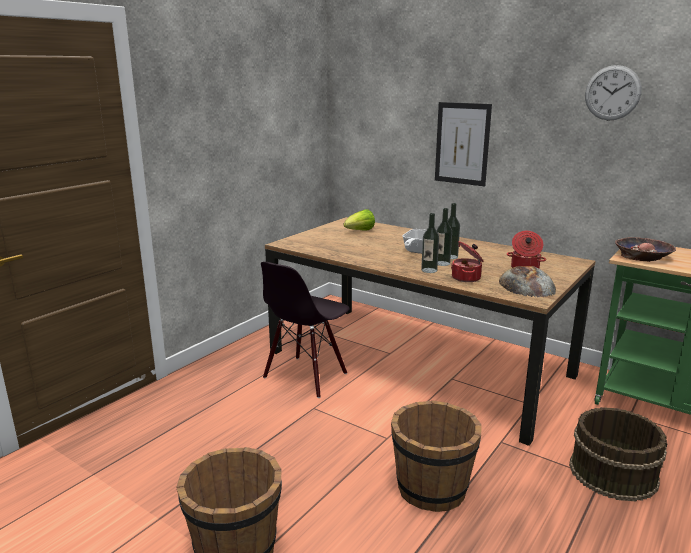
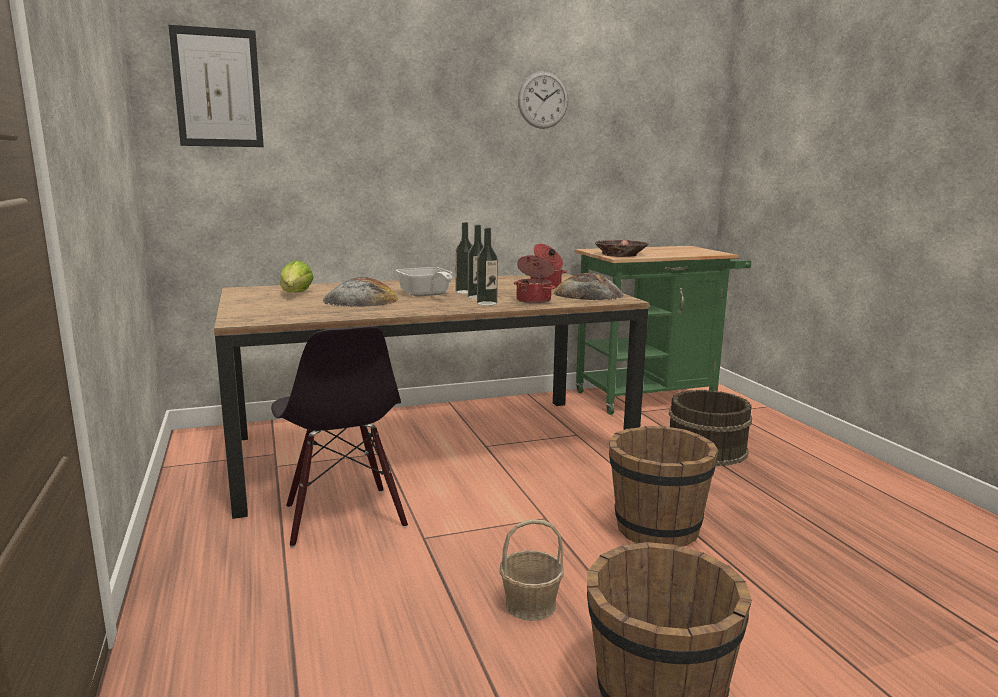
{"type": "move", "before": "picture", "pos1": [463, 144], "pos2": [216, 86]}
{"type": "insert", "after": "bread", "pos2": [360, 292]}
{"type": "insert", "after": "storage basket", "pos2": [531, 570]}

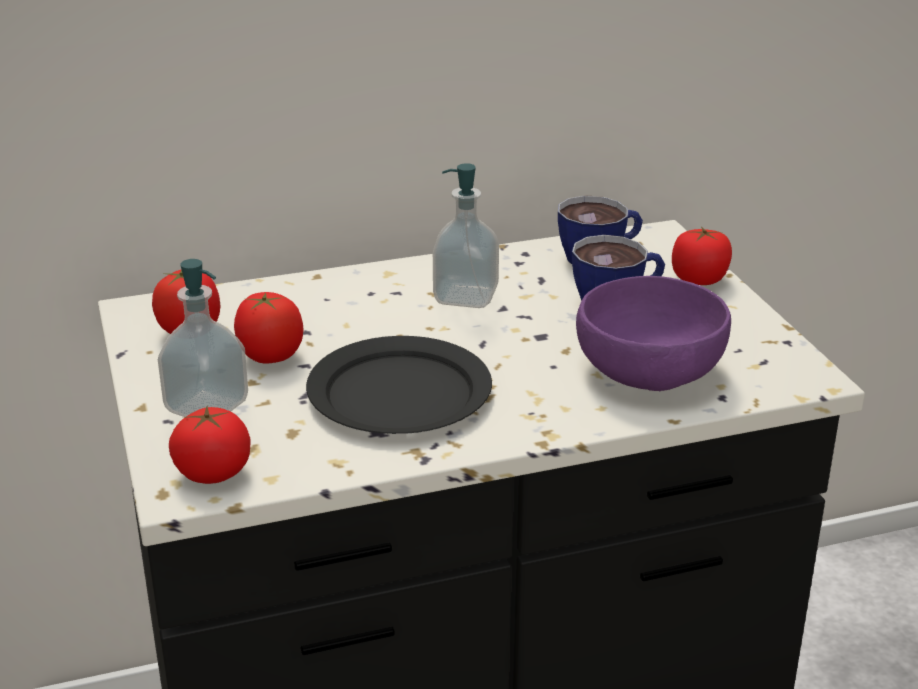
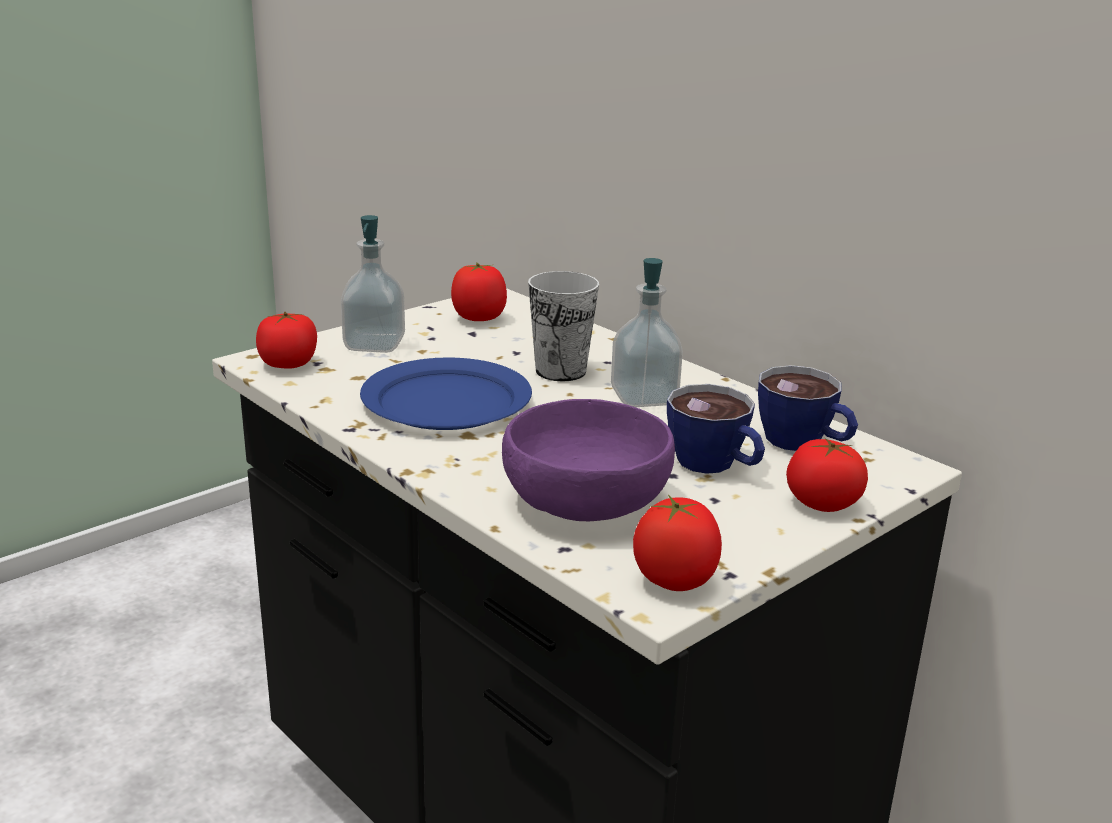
{"type": "move", "before": "whole tomato", "pos1": [269, 328], "pos2": [677, 543]}
{"type": "recolor", "before": "flat dish (blackish)", "after": "flat dish (blue)", "pos1": [399, 385], "pos2": [446, 393]}
{"type": "insert", "after": "drinking cup", "pos2": [563, 326]}

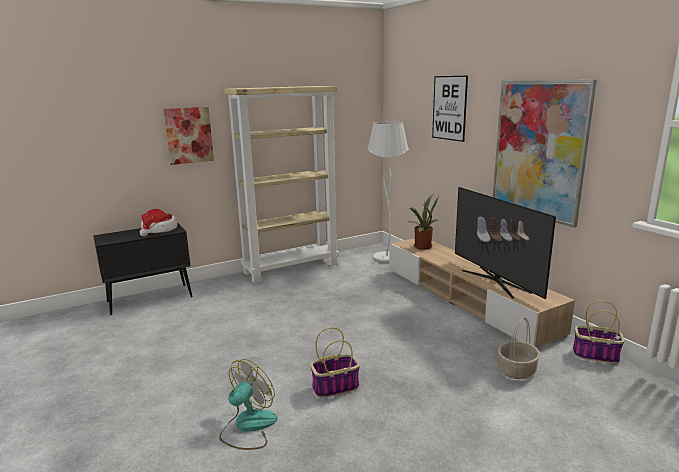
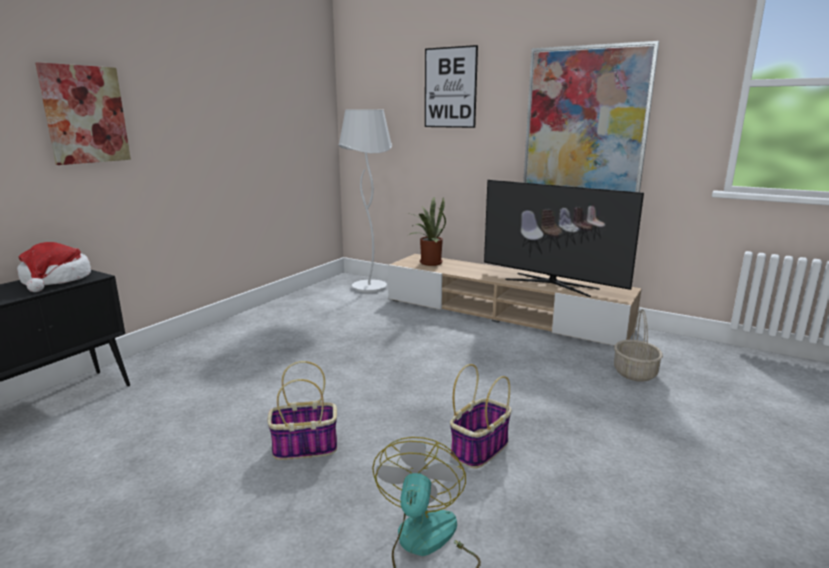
{"type": "delete", "before": "bookshelf (beige)", "pos1": [281, 184]}
{"type": "move", "before": "storage basket", "pos1": [598, 332], "pos2": [302, 410]}

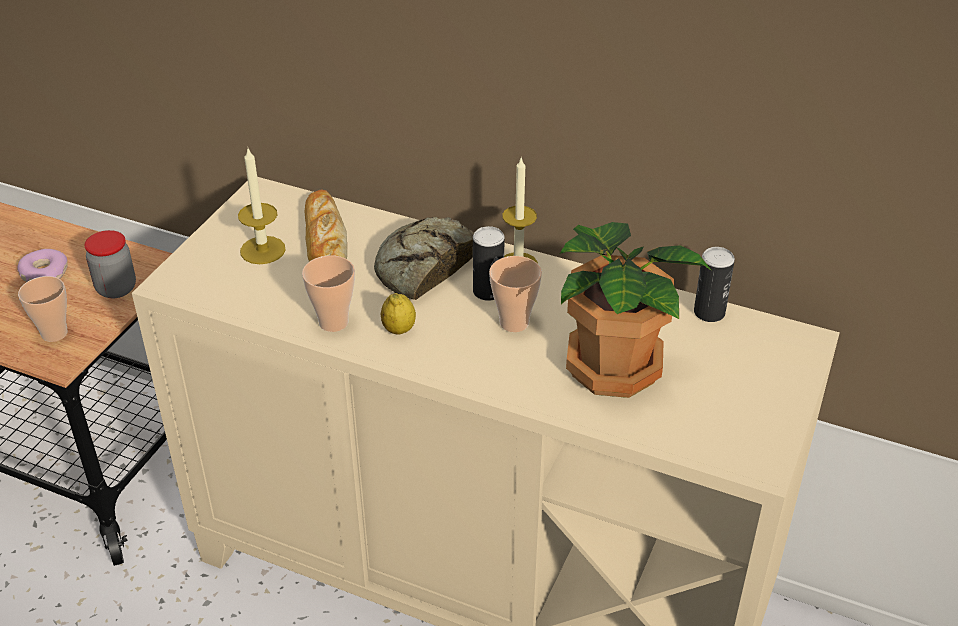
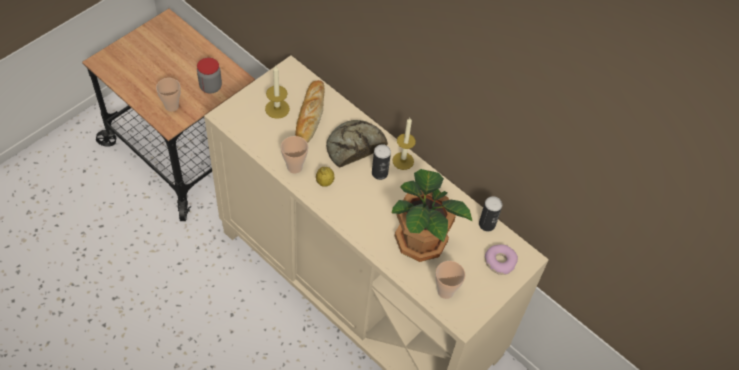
{"type": "move", "before": "doughnut", "pos1": [43, 265], "pos2": [501, 259]}
{"type": "move", "before": "drinking cup", "pos1": [515, 294], "pos2": [450, 280]}

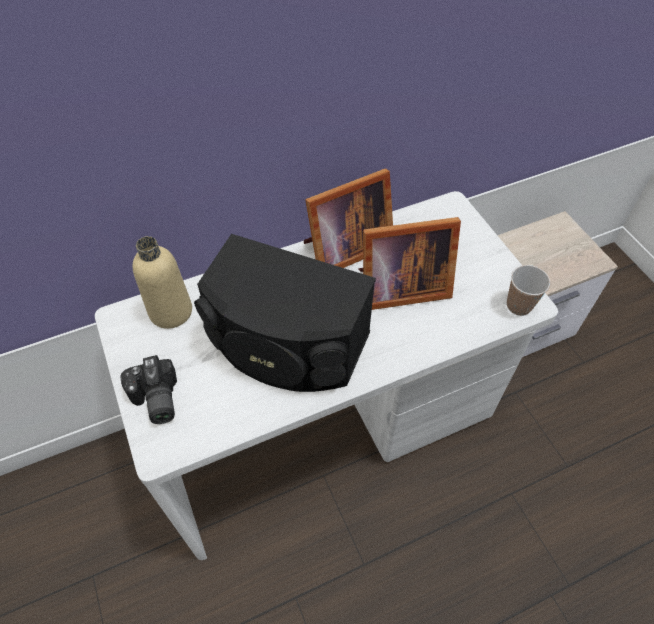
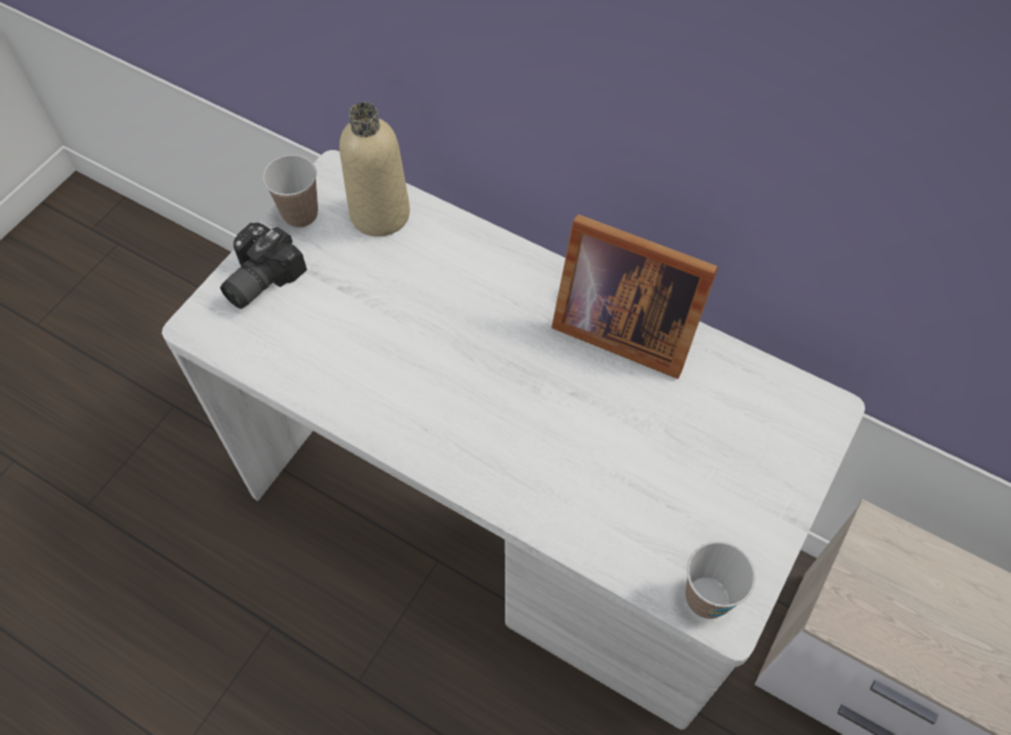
{"type": "delete", "before": "picture frame", "pos1": [409, 263]}
{"type": "delete", "before": "audio speaker (blackish)", "pos1": [285, 313]}
{"type": "insert", "after": "drinking cup", "pos2": [290, 191]}

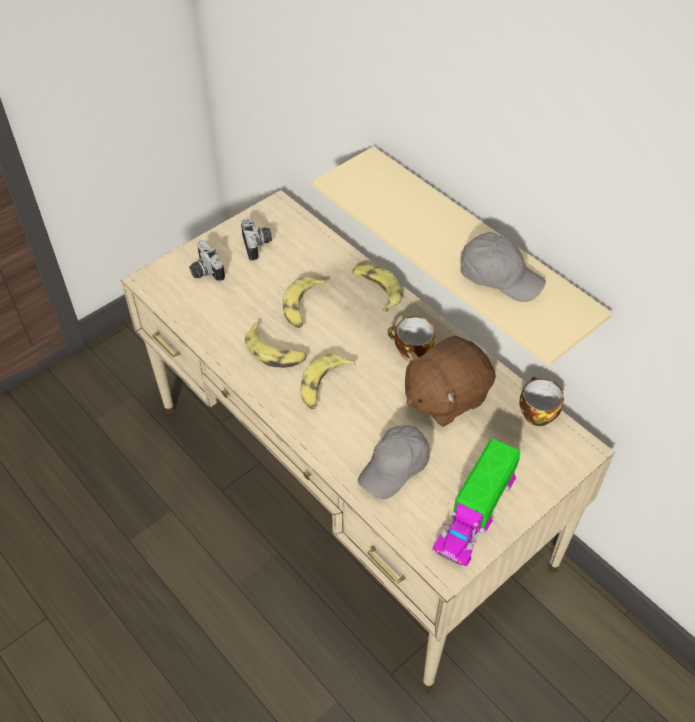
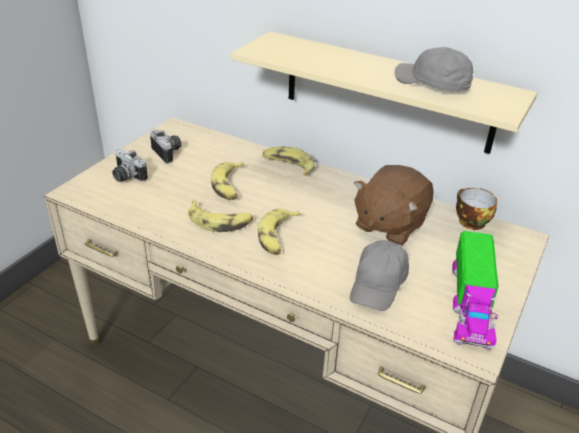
{"type": "rotate", "before": "cap (gray)", "pos1": [503, 267], "pos2": [434, 69], "turn": -150}
{"type": "delete", "before": "drinking cup", "pos1": [411, 338]}

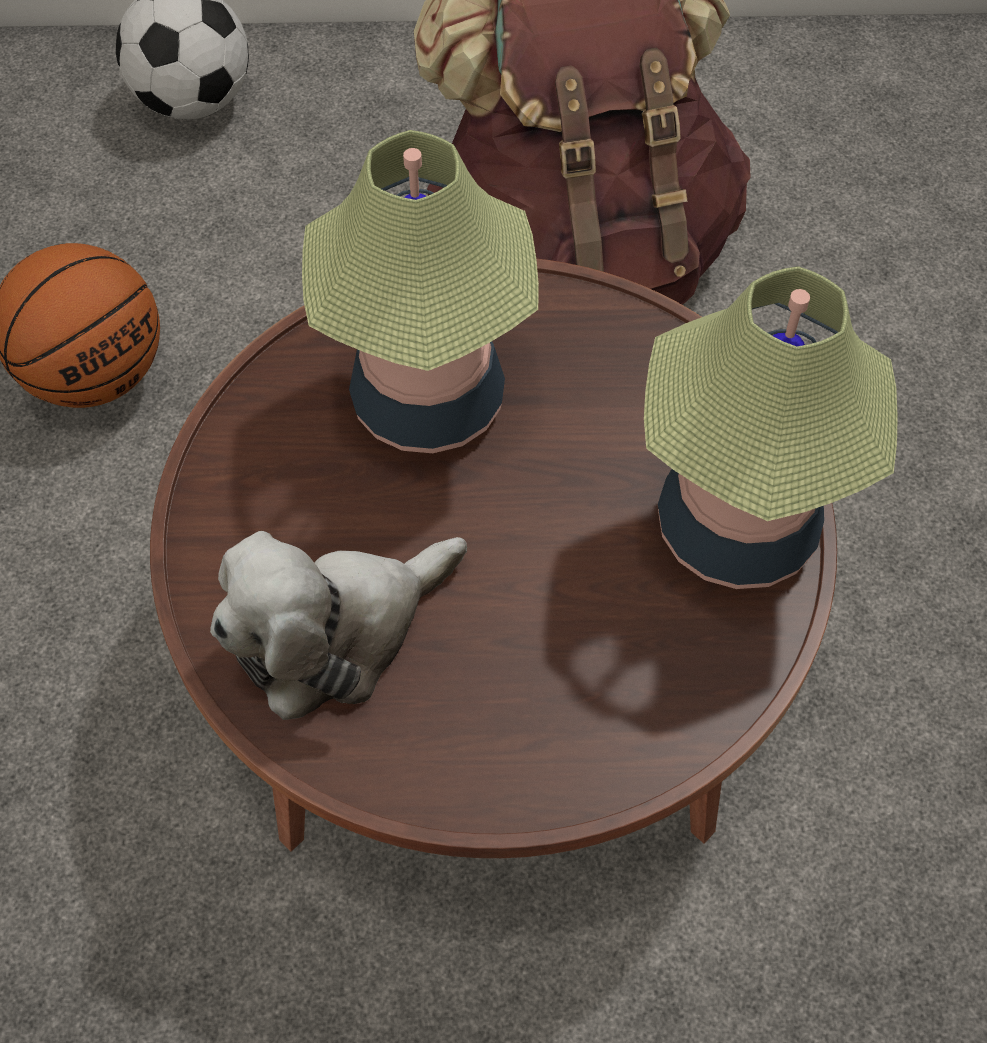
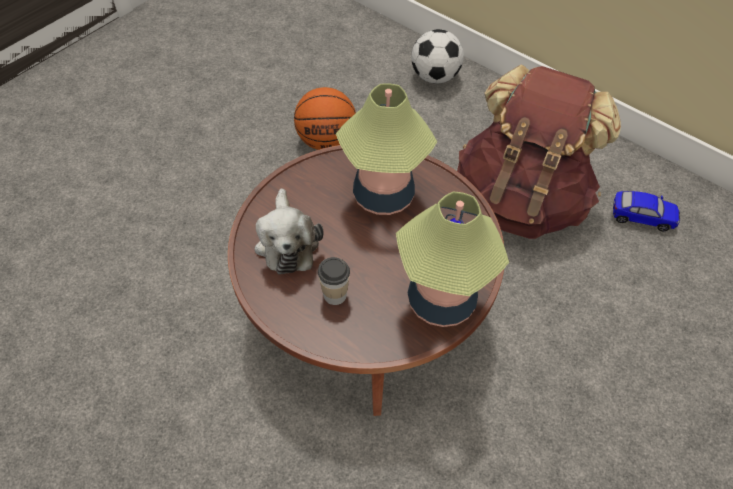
{"type": "rotate", "before": "cuddly toy", "pos1": [338, 625], "pos2": [288, 231], "turn": -105}
{"type": "insert", "after": "model car", "pos2": [646, 211]}
{"type": "insert", "after": "drinking cup", "pos2": [334, 281]}

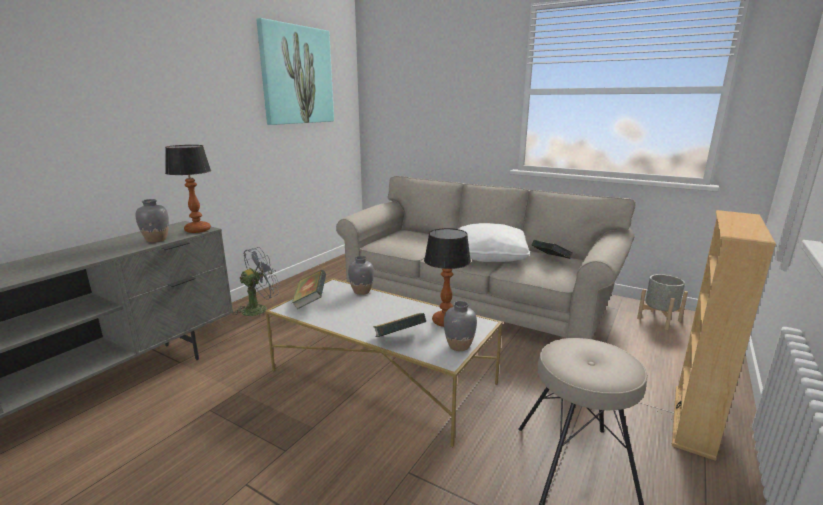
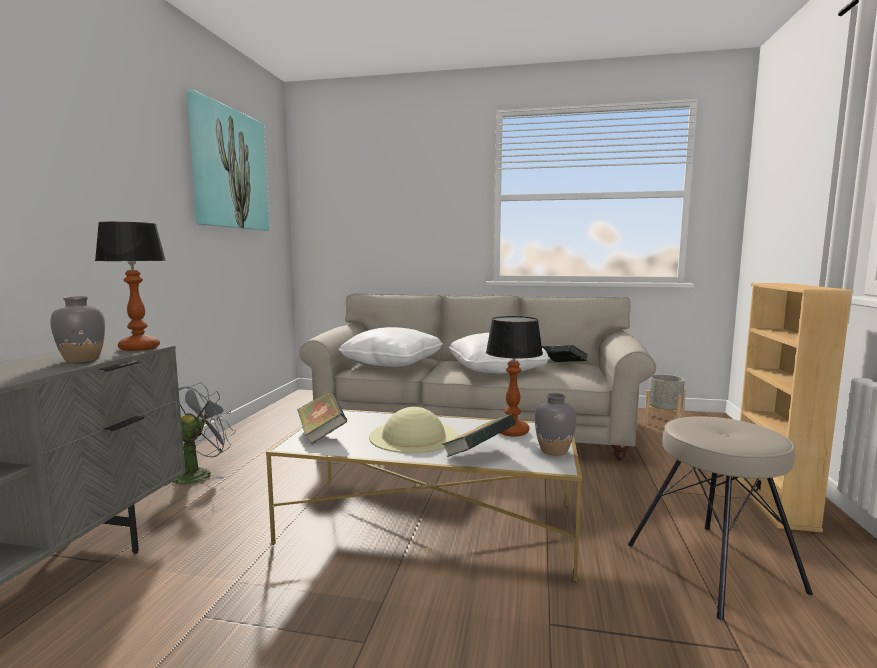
{"type": "delete", "before": "flower vase (gray)", "pos1": [361, 275]}
{"type": "insert", "after": "throw pillow (whitish)", "pos2": [390, 347]}
{"type": "insert", "after": "clothing hat (beige)", "pos2": [413, 430]}

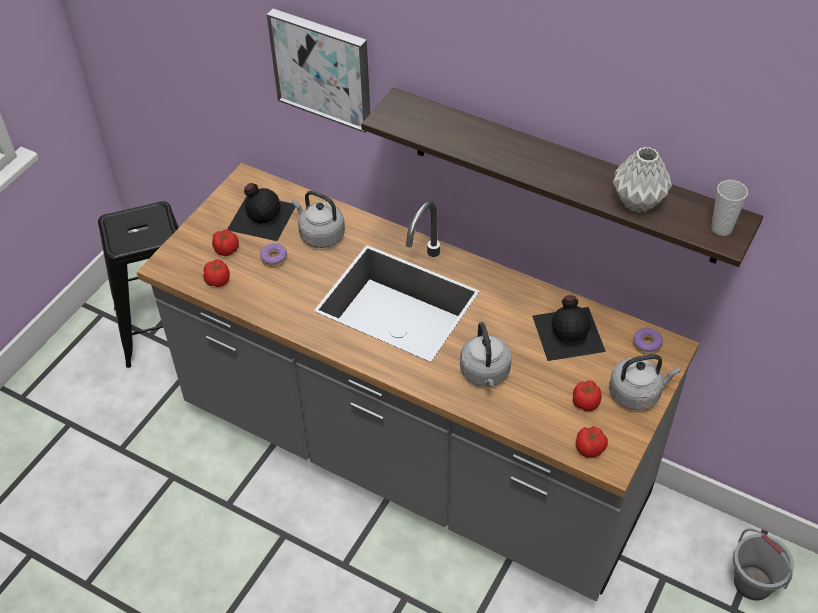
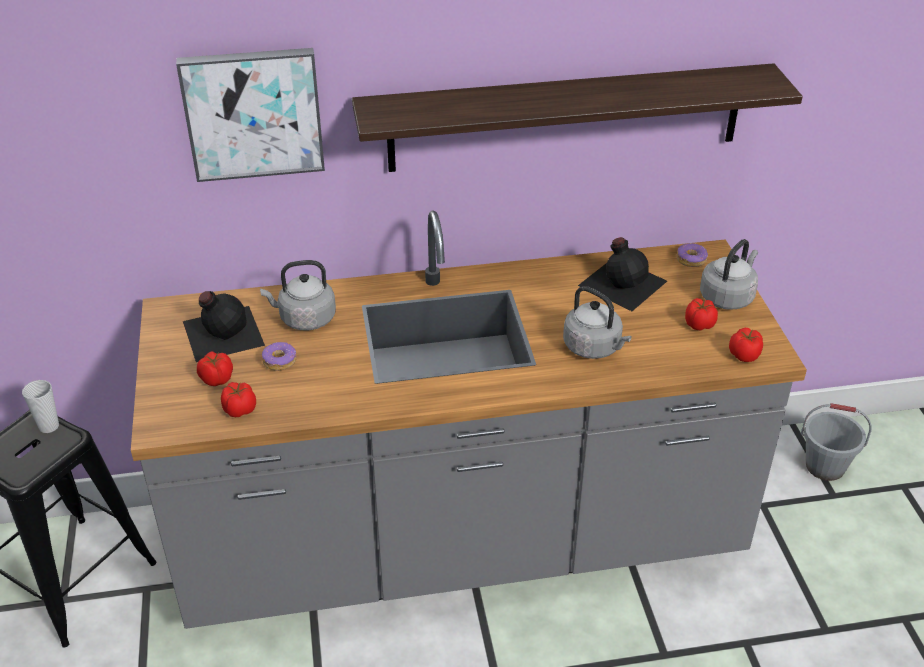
{"type": "delete", "before": "flower vase (gray)", "pos1": [642, 180]}
{"type": "move", "before": "drinking cup", "pos1": [729, 208], "pos2": [40, 406]}

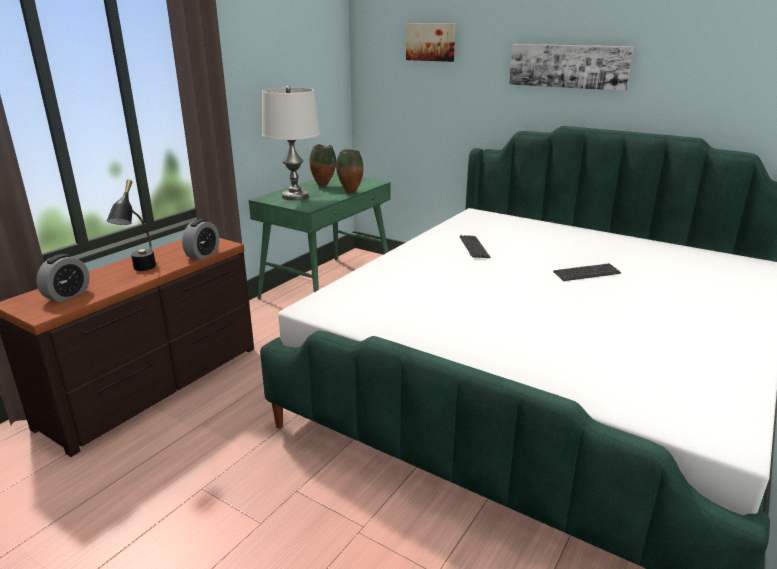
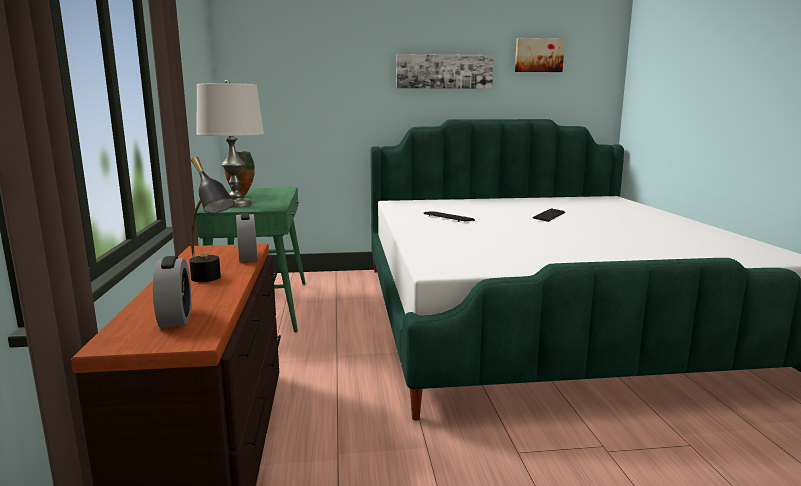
{"type": "move", "before": "picture", "pos1": [431, 42], "pos2": [540, 55]}
{"type": "delete", "before": "flower vase", "pos1": [349, 171]}

